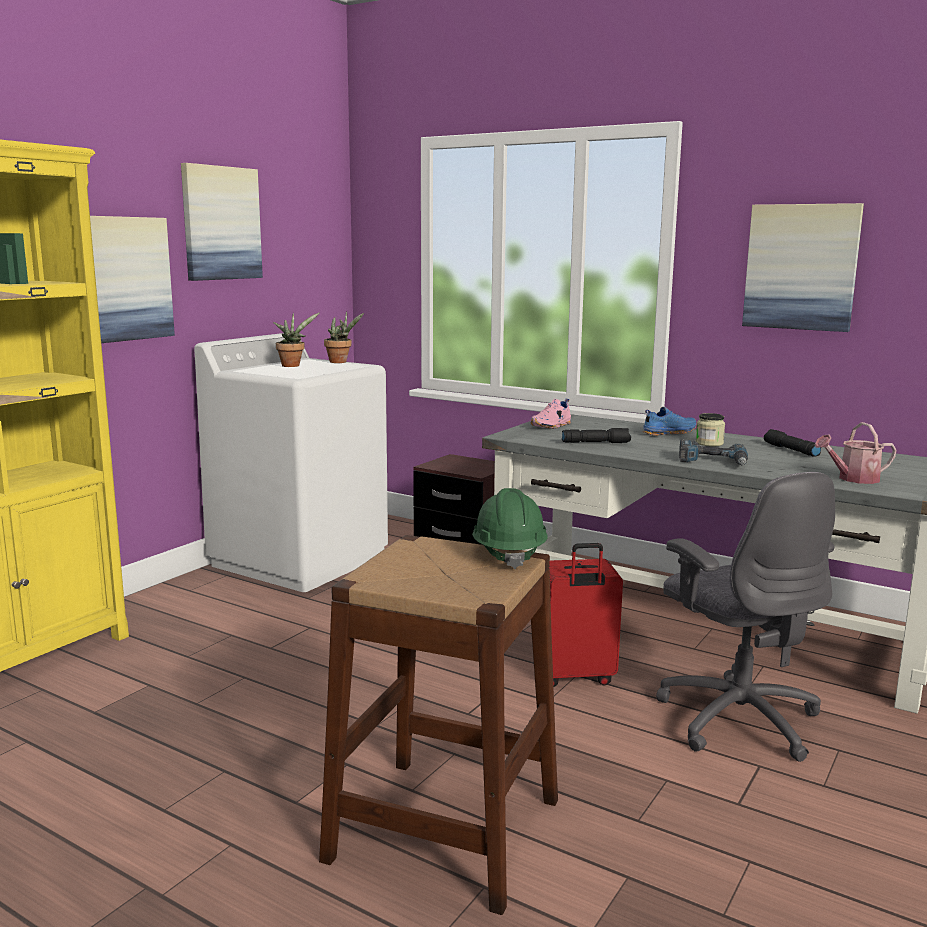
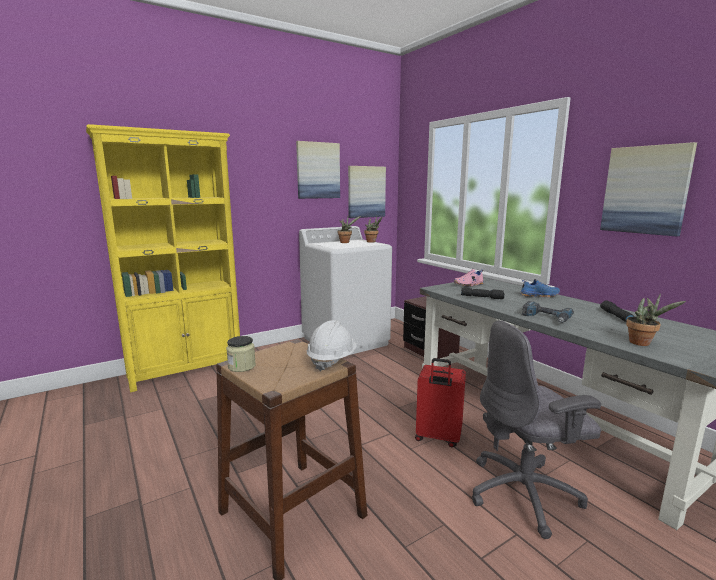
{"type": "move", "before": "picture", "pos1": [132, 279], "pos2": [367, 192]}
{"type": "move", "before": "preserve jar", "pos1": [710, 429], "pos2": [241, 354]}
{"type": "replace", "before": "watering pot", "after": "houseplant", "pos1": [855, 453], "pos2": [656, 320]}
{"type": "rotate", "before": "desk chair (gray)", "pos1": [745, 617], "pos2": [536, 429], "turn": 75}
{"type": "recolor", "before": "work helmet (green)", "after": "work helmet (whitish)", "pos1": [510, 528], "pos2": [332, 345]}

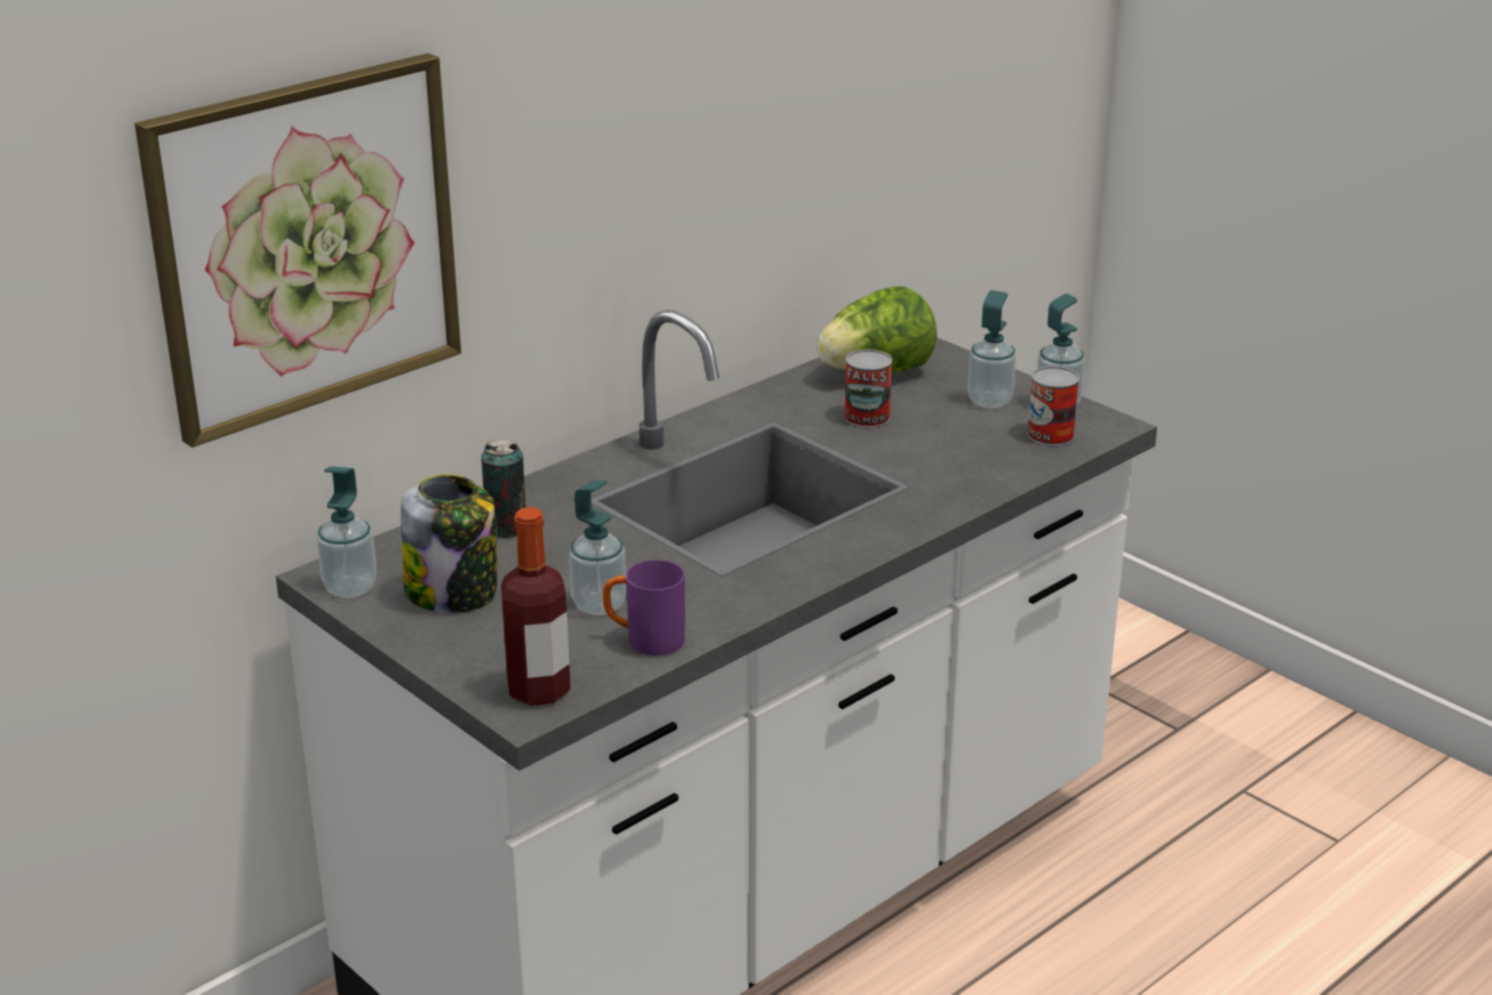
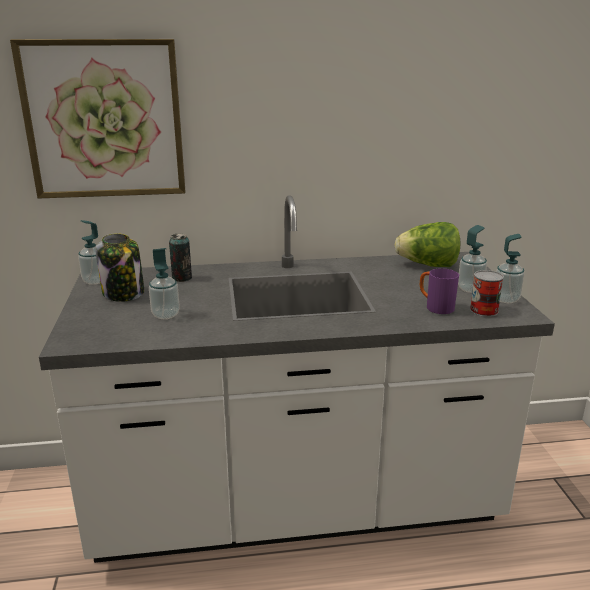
{"type": "delete", "before": "metal can", "pos1": [868, 388]}
{"type": "delete", "before": "beverage bottle", "pos1": [536, 606]}
{"type": "move", "before": "coffee mug (purplish)", "pos1": [644, 608], "pos2": [439, 291]}

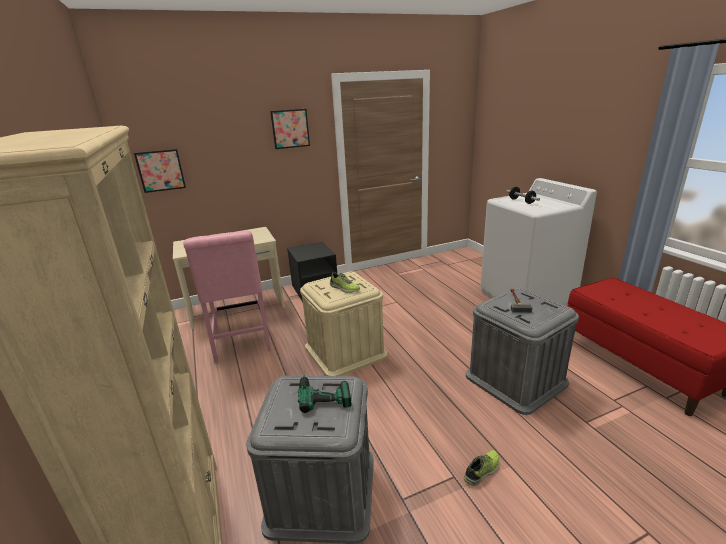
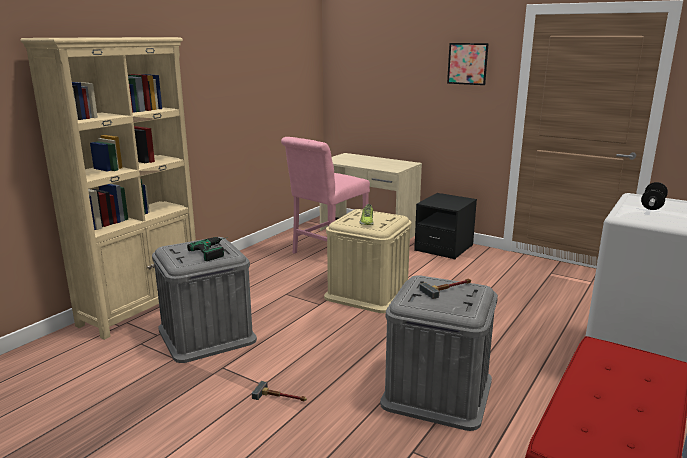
{"type": "delete", "before": "picture", "pos1": [160, 171]}
{"type": "replace", "before": "item of footwear", "after": "tool hammer", "pos1": [481, 468], "pos2": [279, 391]}

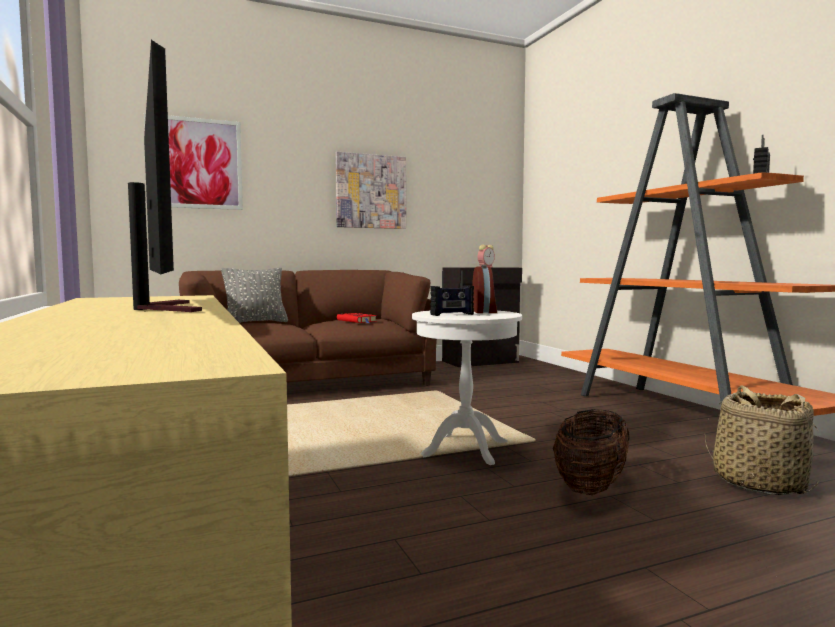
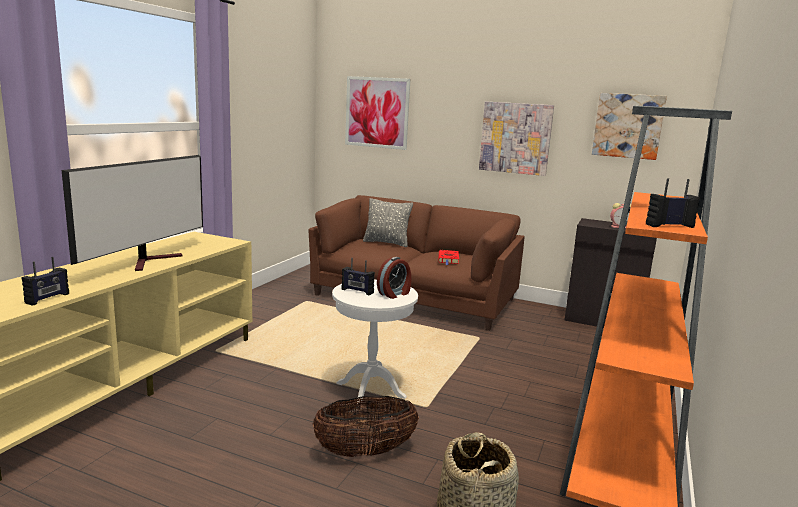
{"type": "insert", "after": "picture", "pos2": [629, 126]}
{"type": "insert", "after": "radio", "pos2": [45, 281]}

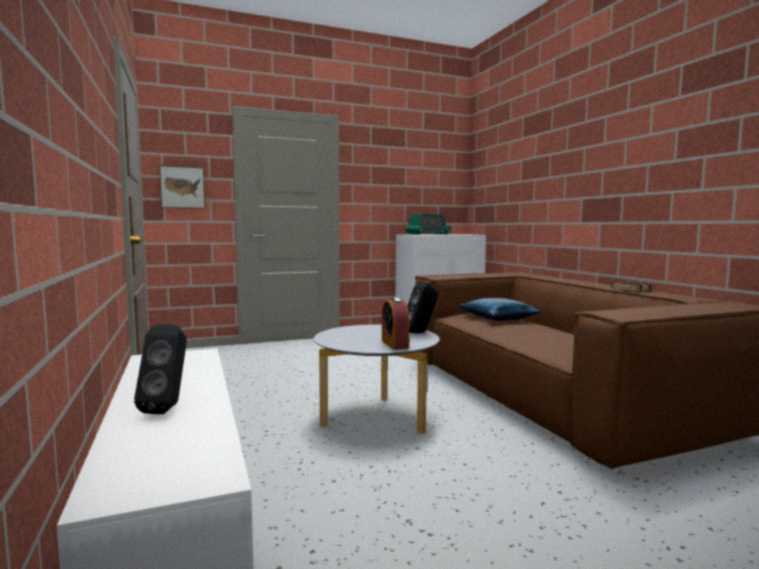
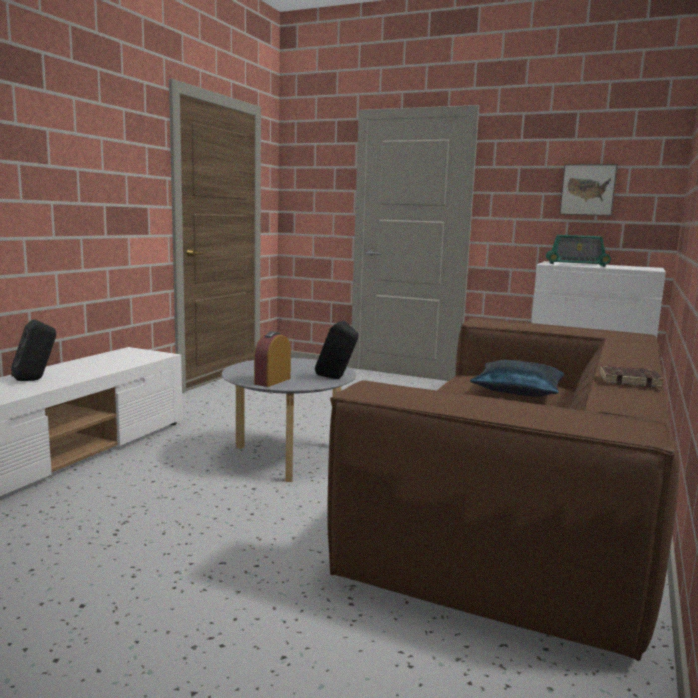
{"type": "move", "before": "picture", "pos1": [182, 187], "pos2": [589, 190]}

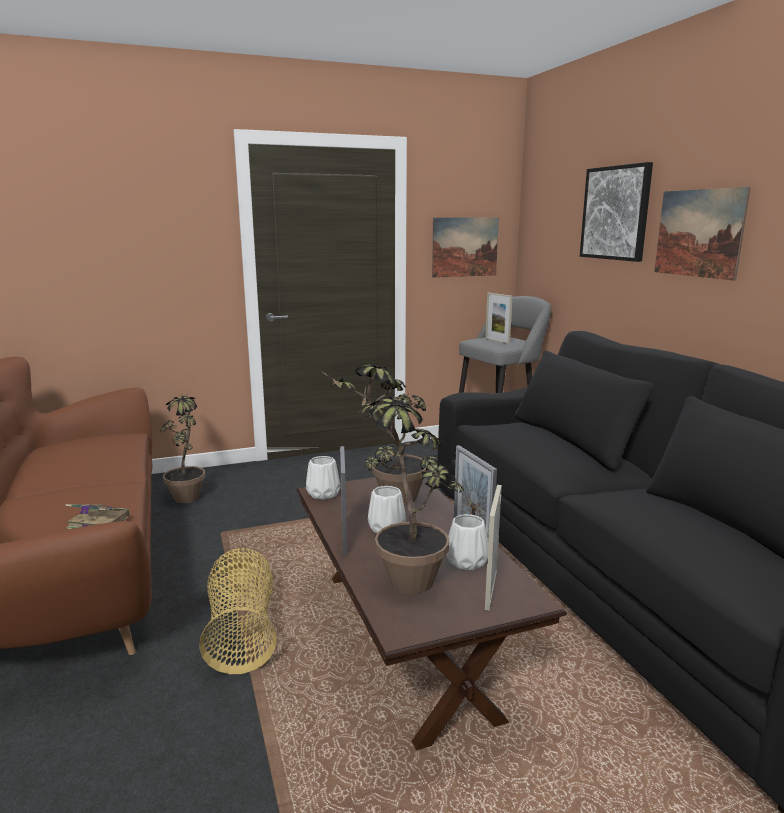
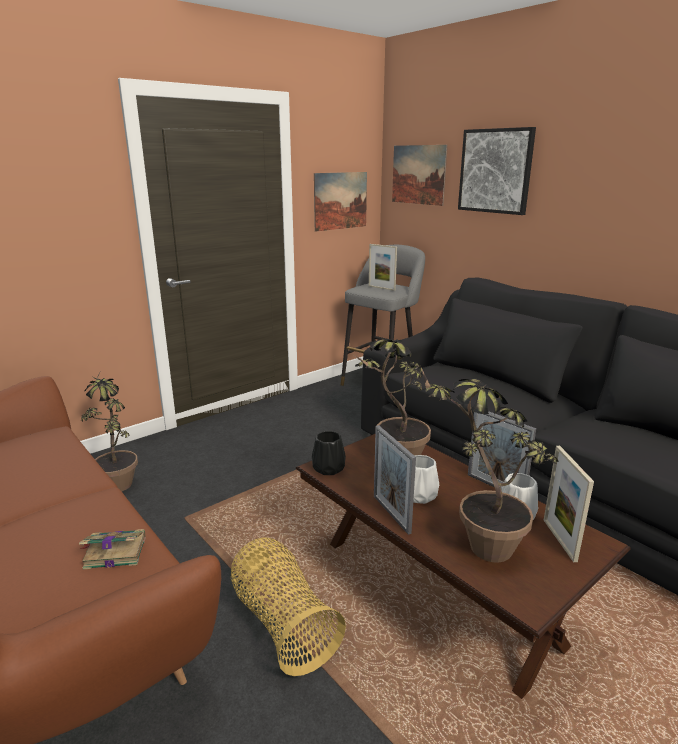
{"type": "move", "before": "picture", "pos1": [702, 234], "pos2": [420, 175]}
{"type": "recolor", "before": "flower vase (whitish)", "after": "flower vase (blackish)", "pos1": [323, 478], "pos2": [329, 453]}

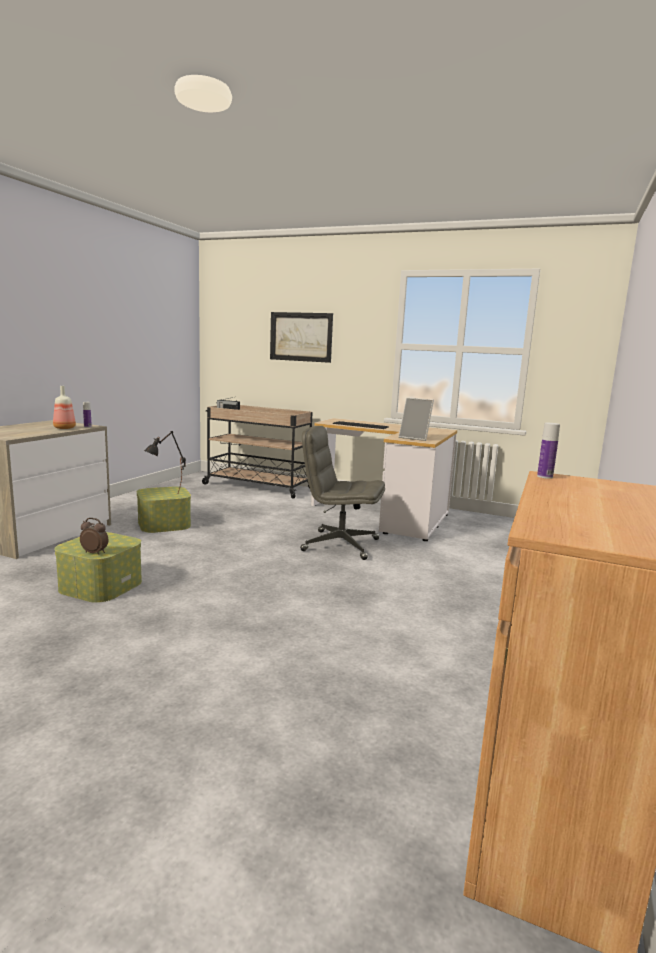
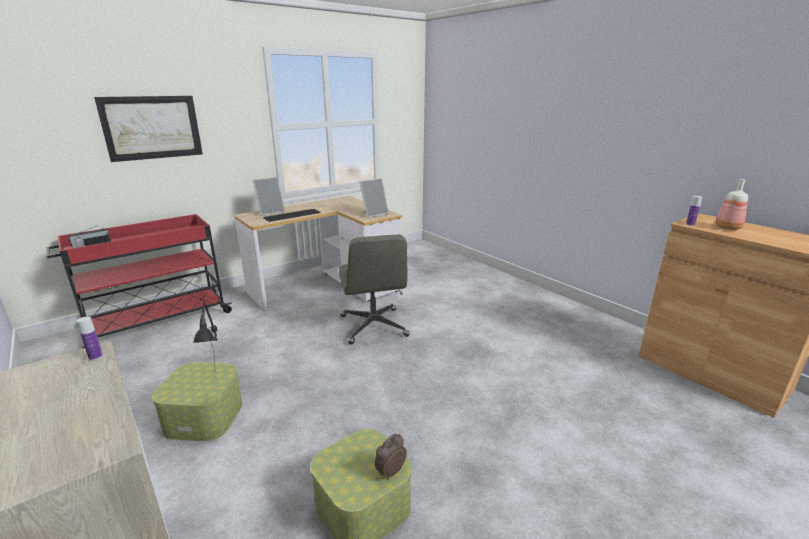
{"type": "move", "before": "beverage bottle", "pos1": [64, 407], "pos2": [731, 204]}
{"type": "recolor", "before": "wheeled cart (beige)", "after": "wheeled cart (red-coloured)", "pos1": [257, 452], "pos2": [139, 281]}
{"type": "rotate", "before": "desk chair (gray)", "pos1": [342, 493], "pos2": [374, 290], "turn": -60}
{"type": "insert", "after": "picture frame", "pos2": [269, 196]}

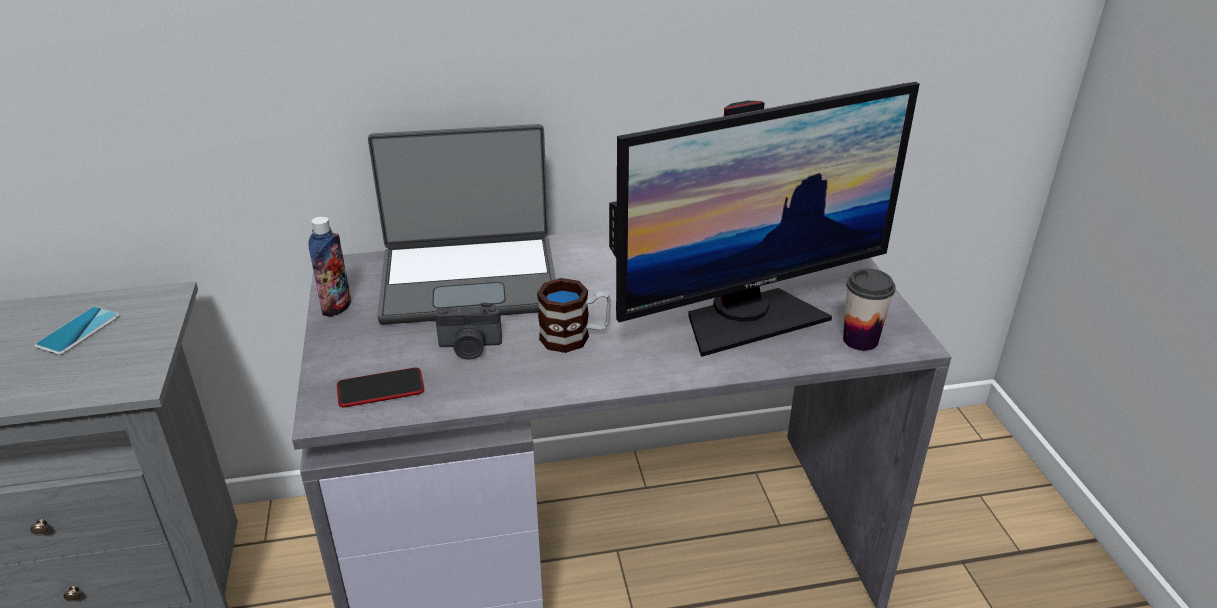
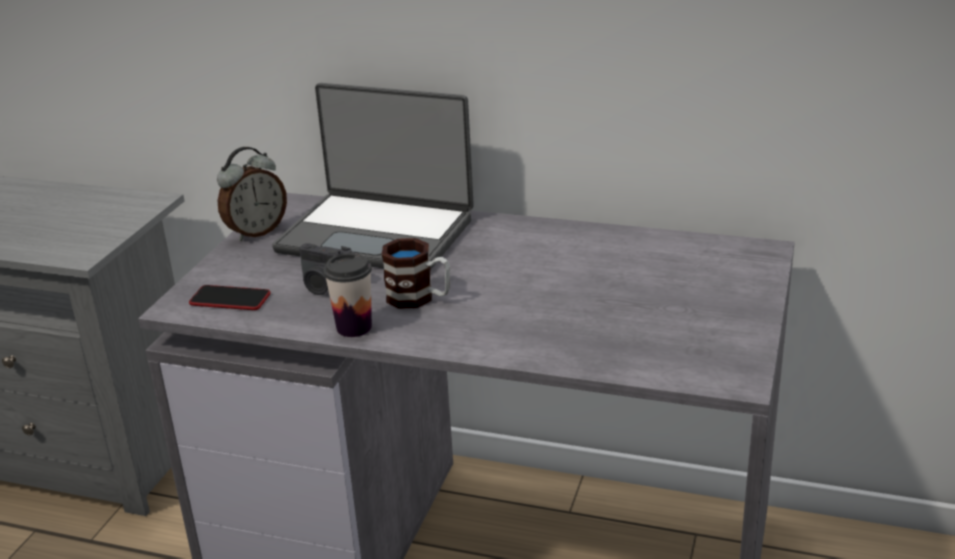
{"type": "delete", "before": "computer display", "pos1": [764, 219]}
{"type": "replace", "before": "beverage bottle", "after": "bedside clock", "pos1": [329, 266], "pos2": [252, 194]}
{"type": "move", "before": "drinking cup", "pos1": [869, 310], "pos2": [347, 295]}
{"type": "delete", "before": "phone", "pos1": [77, 330]}

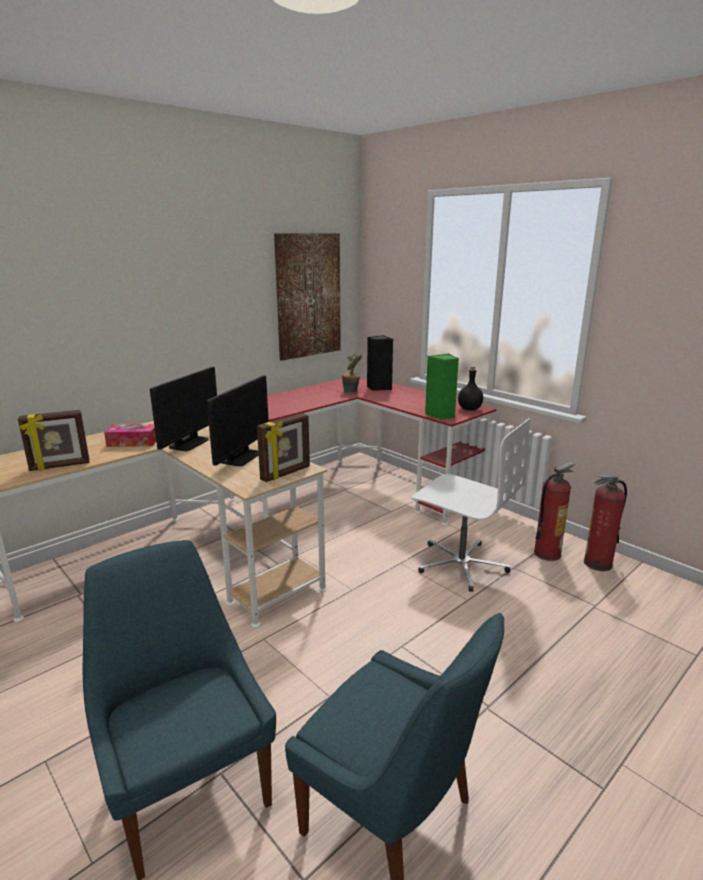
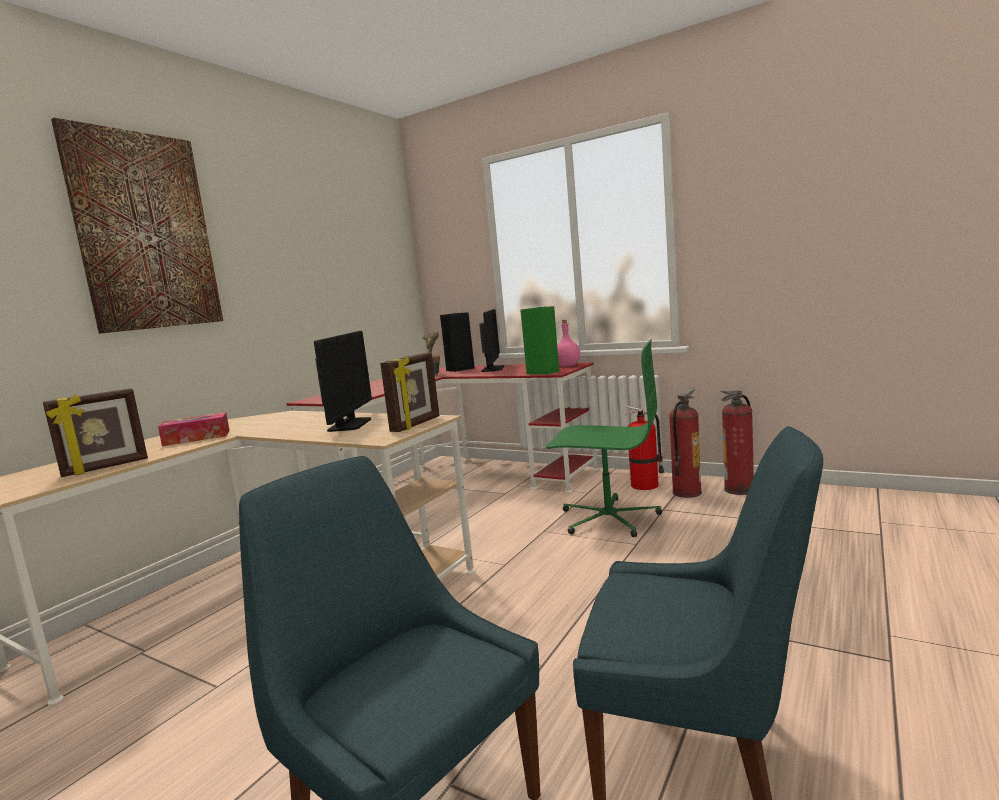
{"type": "move", "before": "picture", "pos1": [307, 297], "pos2": [137, 226]}
{"type": "recolor", "before": "beverage bottle (blackish)", "after": "beverage bottle (pinkish)", "pos1": [470, 388], "pos2": [568, 343]}
{"type": "move", "before": "computer display", "pos1": [183, 409], "pos2": [491, 340]}
{"type": "recolor", "before": "desk chair (whitish)", "after": "desk chair (green)", "pos1": [471, 505], "pos2": [604, 438]}
{"type": "insert", "after": "extinguisher", "pos2": [644, 448]}

